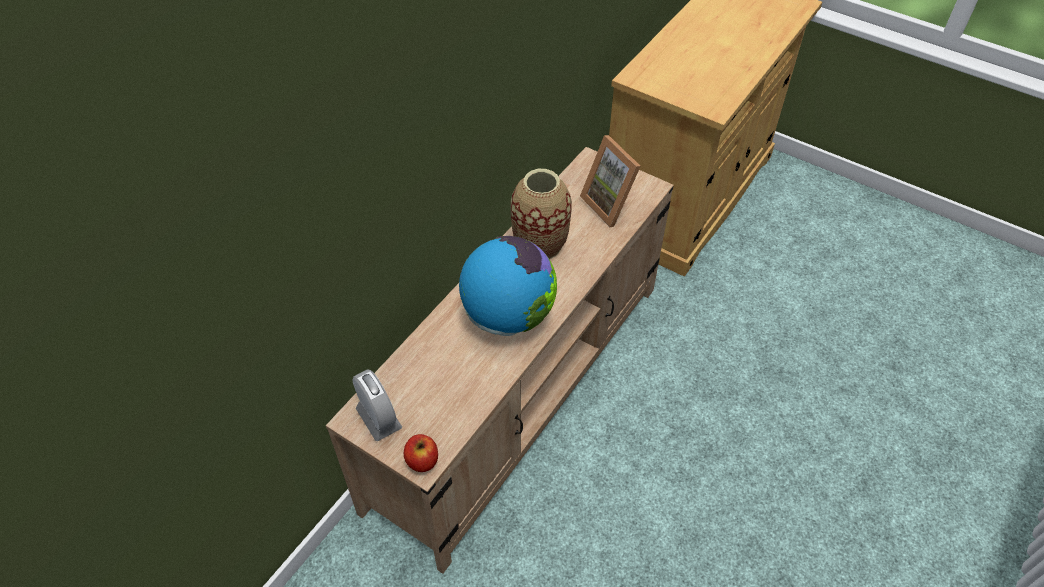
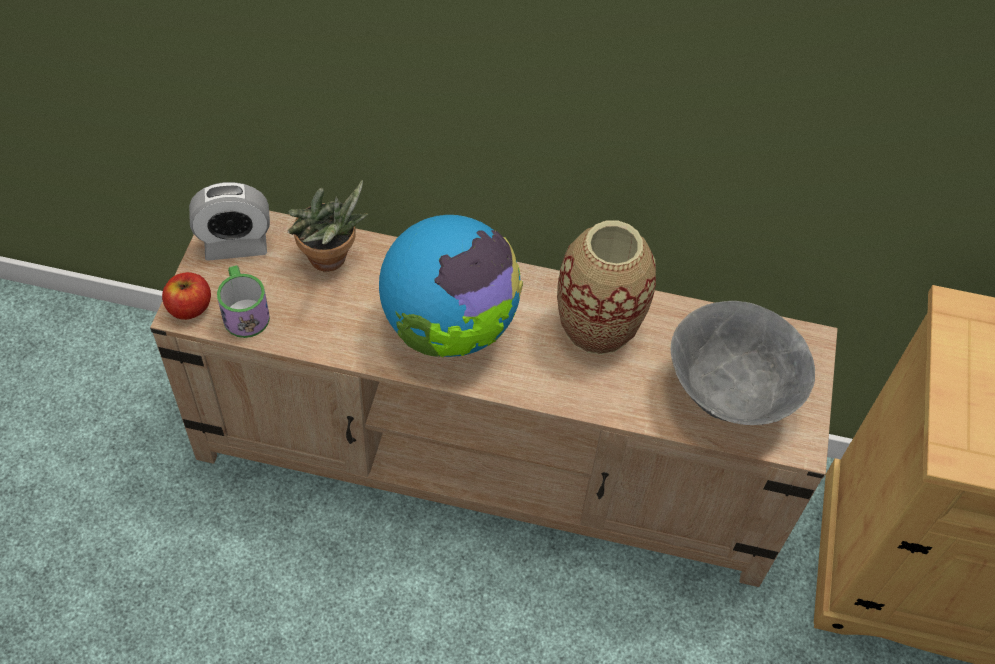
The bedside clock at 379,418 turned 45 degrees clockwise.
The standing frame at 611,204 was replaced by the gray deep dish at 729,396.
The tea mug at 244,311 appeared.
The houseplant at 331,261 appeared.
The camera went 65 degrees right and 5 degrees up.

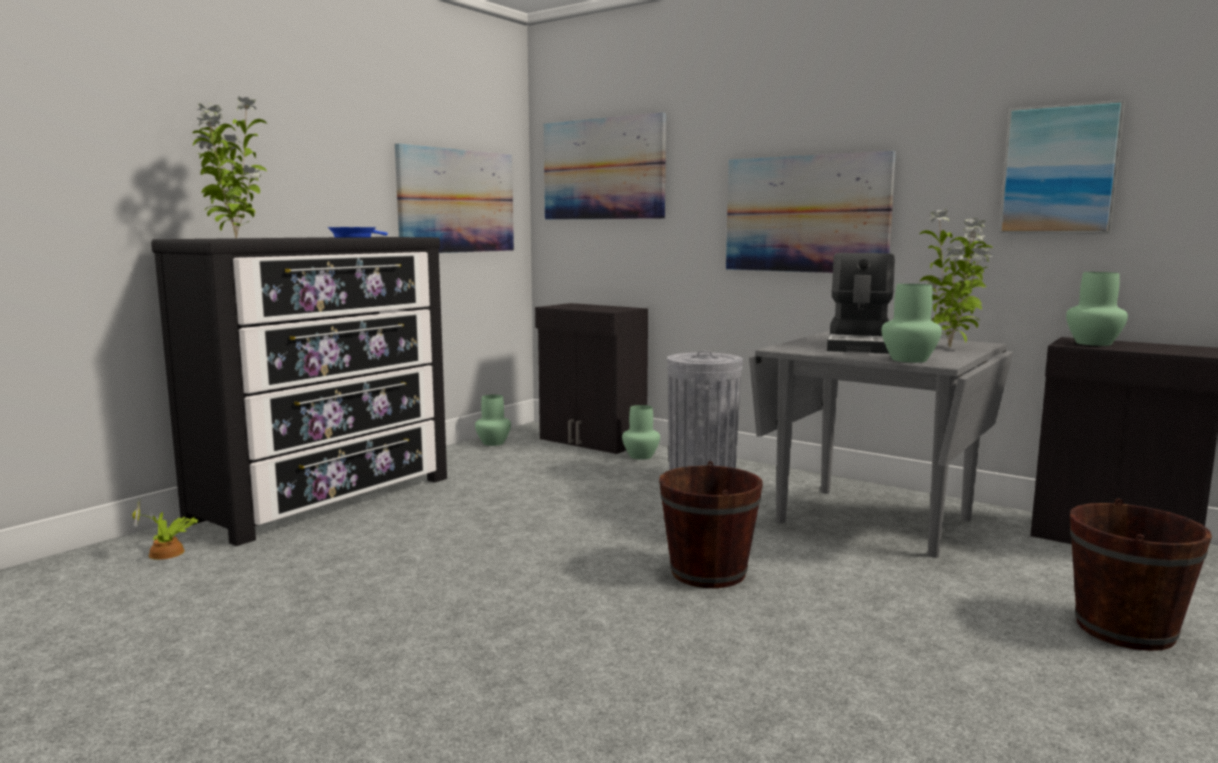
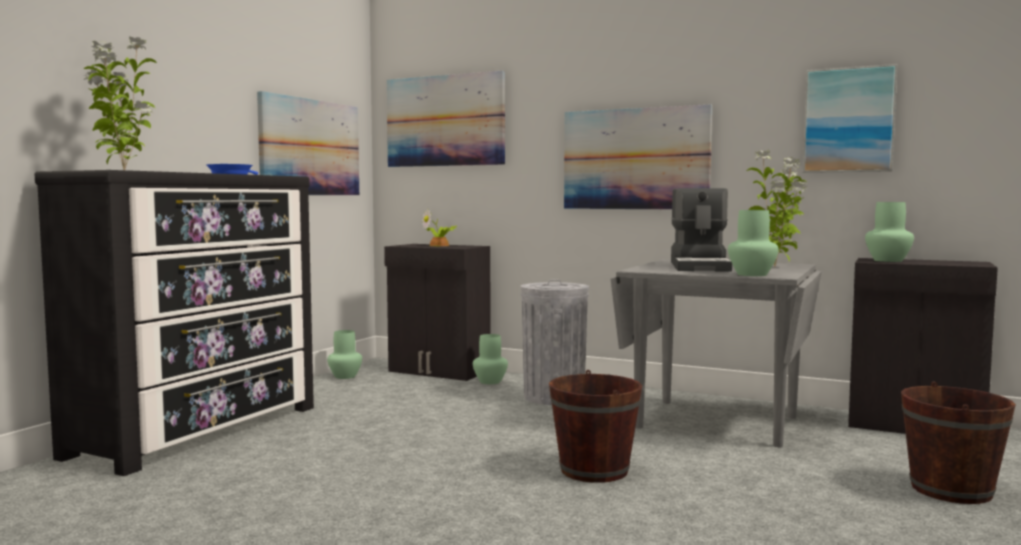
The houseplant moved from 168,553 to 440,245.
The camera went 10 degrees left and 5 degrees down.

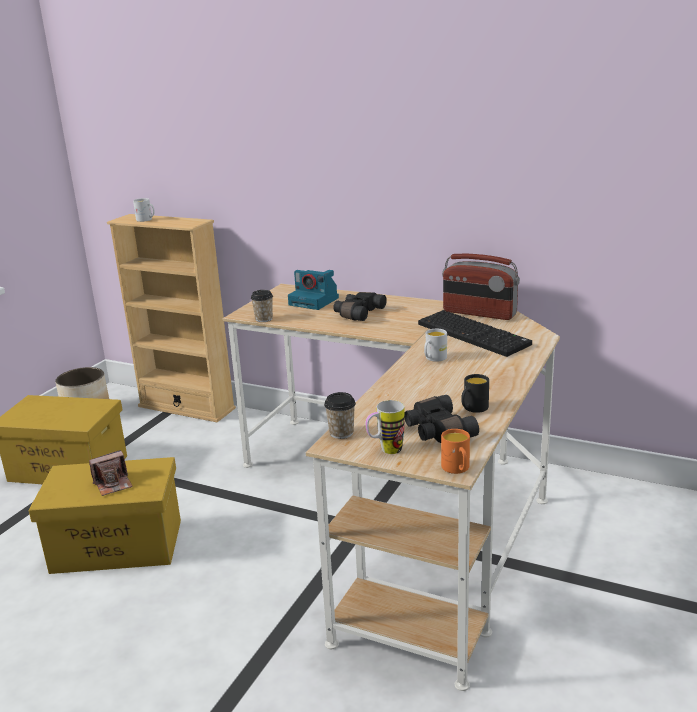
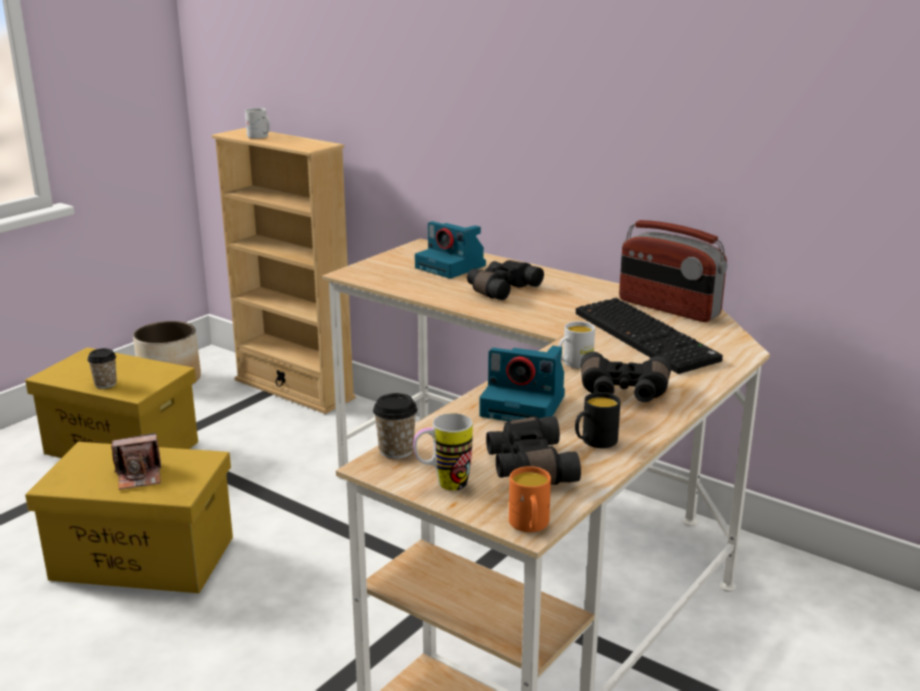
The drinking cup moved from 264,319 to 105,384.
The still camera at 525,406 appeared.
The blackish pair of binoculars at 623,392 appeared.
The camera went 10 degrees right and 0 degrees up.

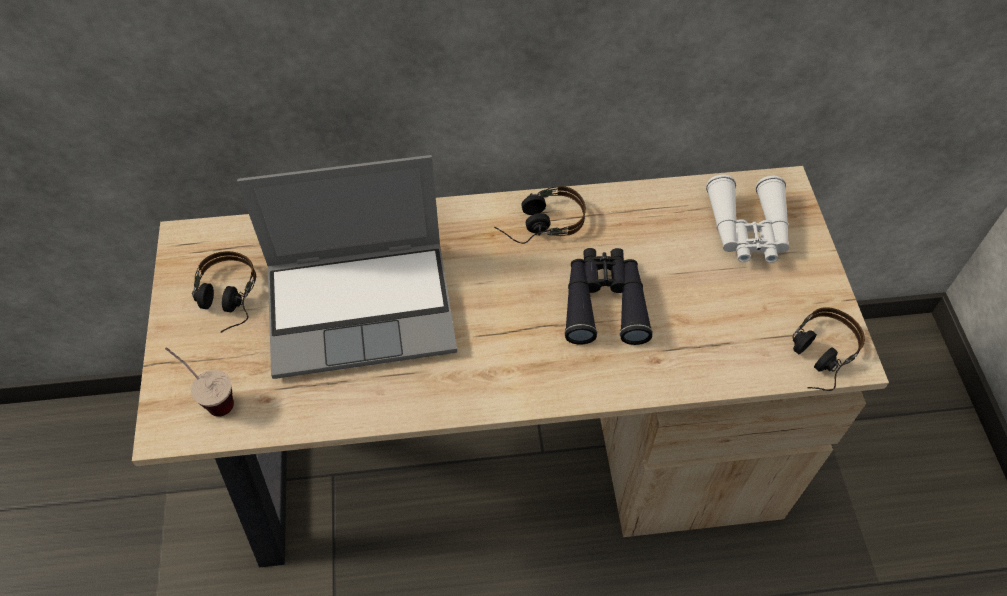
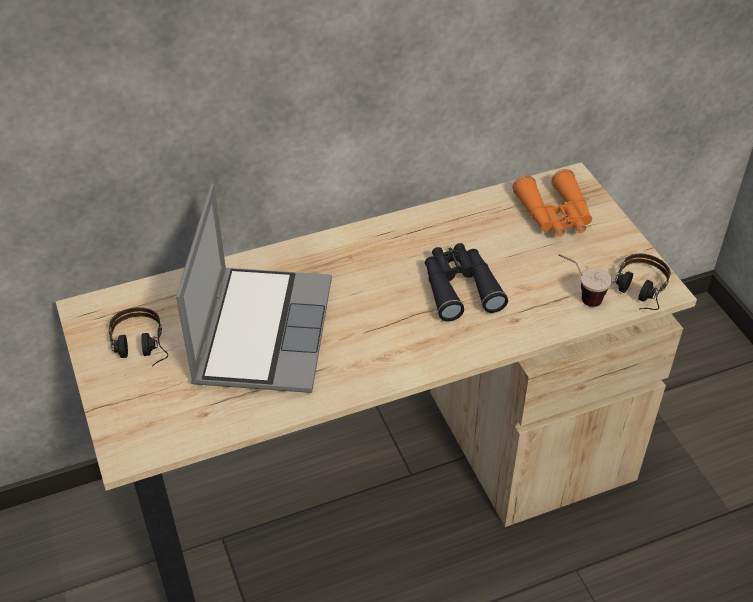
The drinking cup moved from 209,397 to 579,297.
The laptop at 363,307 turned 60 degrees counterclockwise.
The headphones at 538,224 disappeared.
The white-coloured pair of binoculars at 748,230 became the orange-coloured pair of binoculars at 555,215.
The camera went 15 degrees left and 10 degrees down.

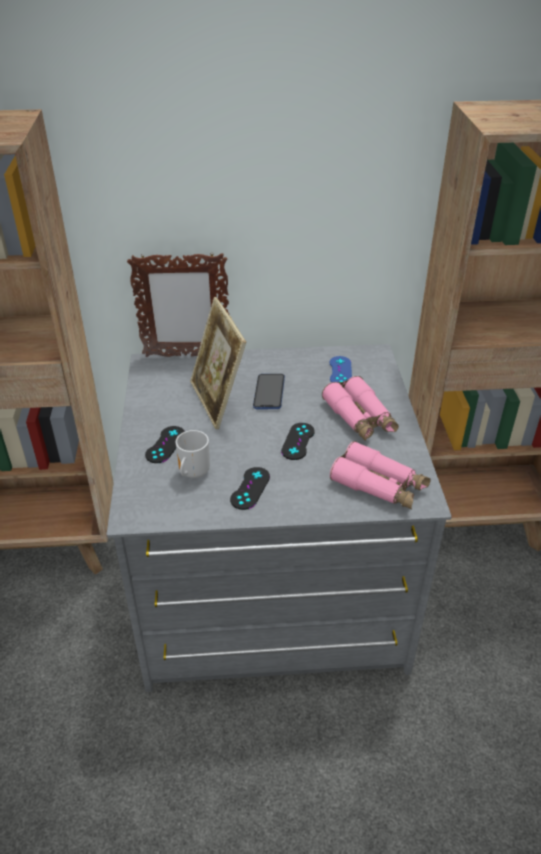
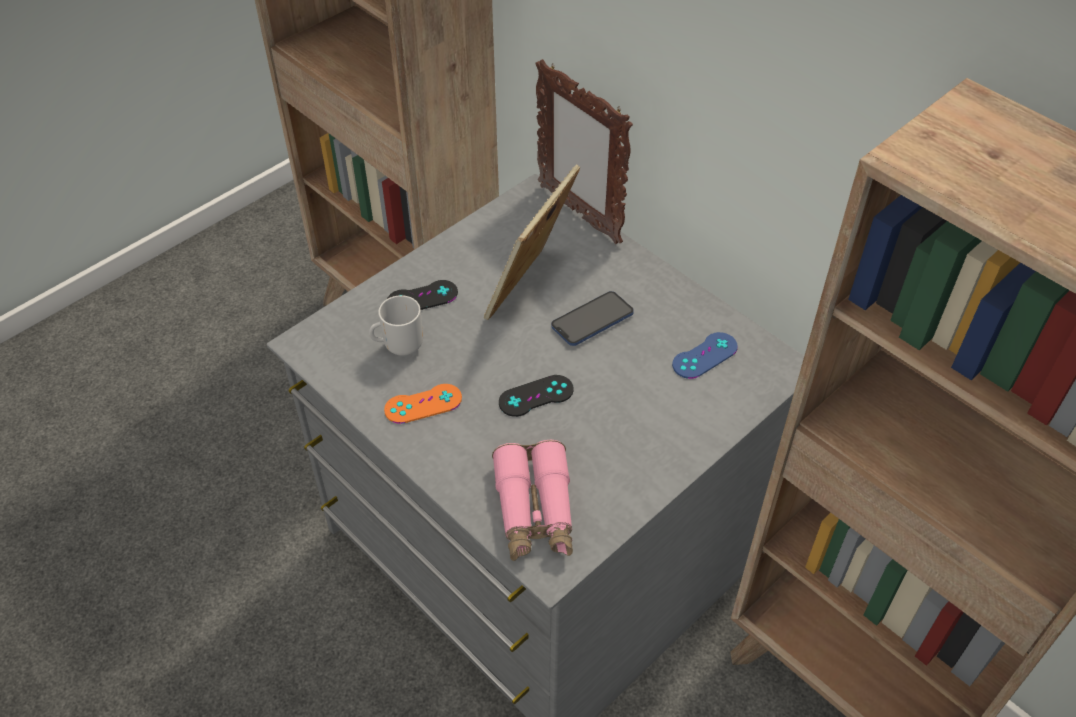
The blackish joypad at 250,488 became the orange-coloured joypad at 423,404.
The pinkish pair of binoculars at 360,418 disappeared.
The camera went 50 degrees right and 10 degrees up.

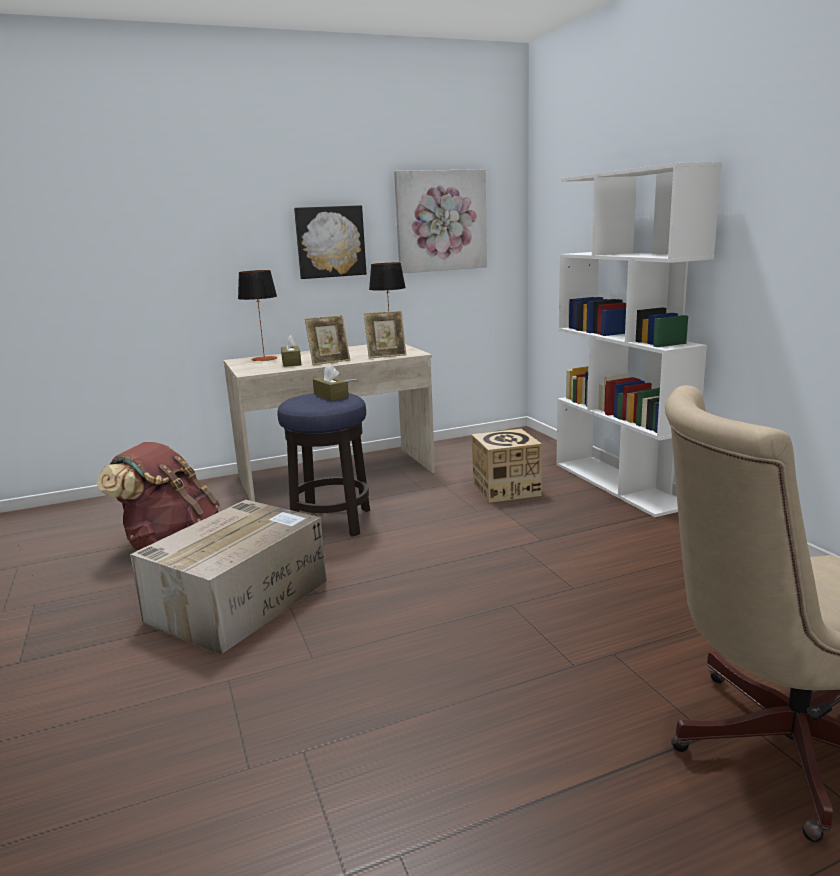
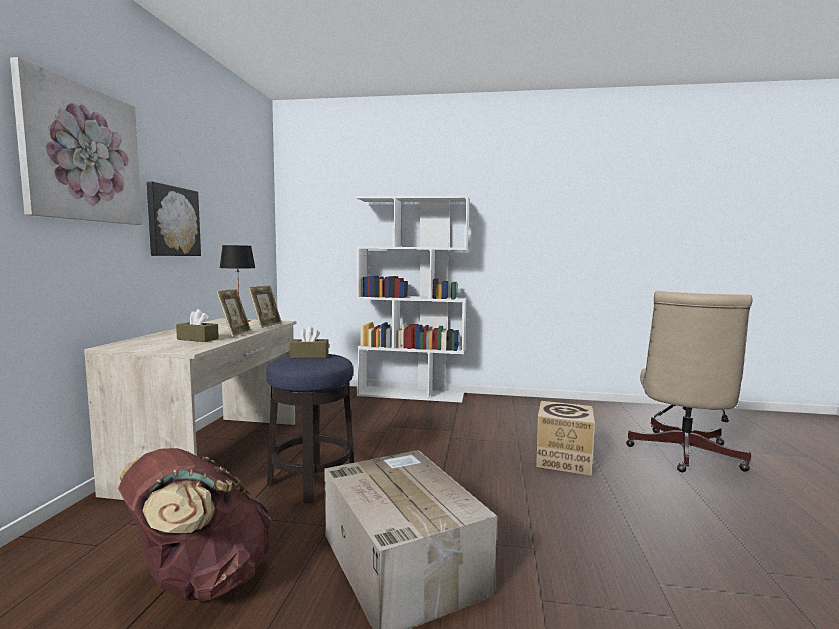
The table lamp at 264,359 disappeared.
The wall picture moved from 440,221 to 81,154.
The packing box moved from 505,489 to 563,460.
The camera went 60 degrees left and 10 degrees down.

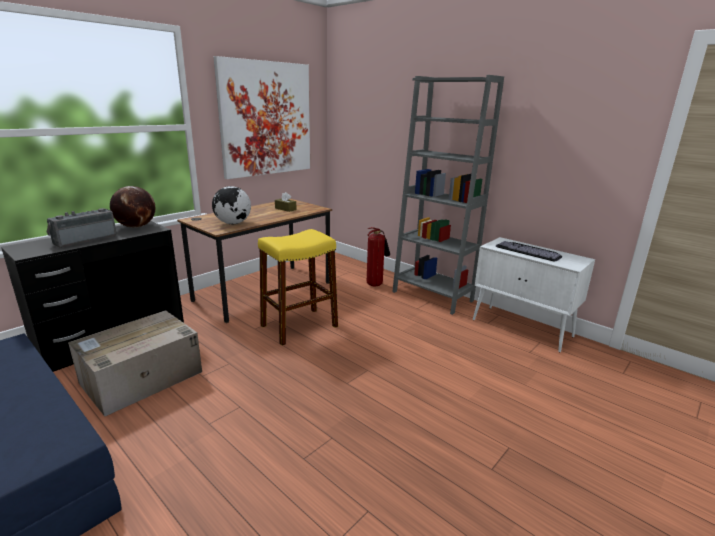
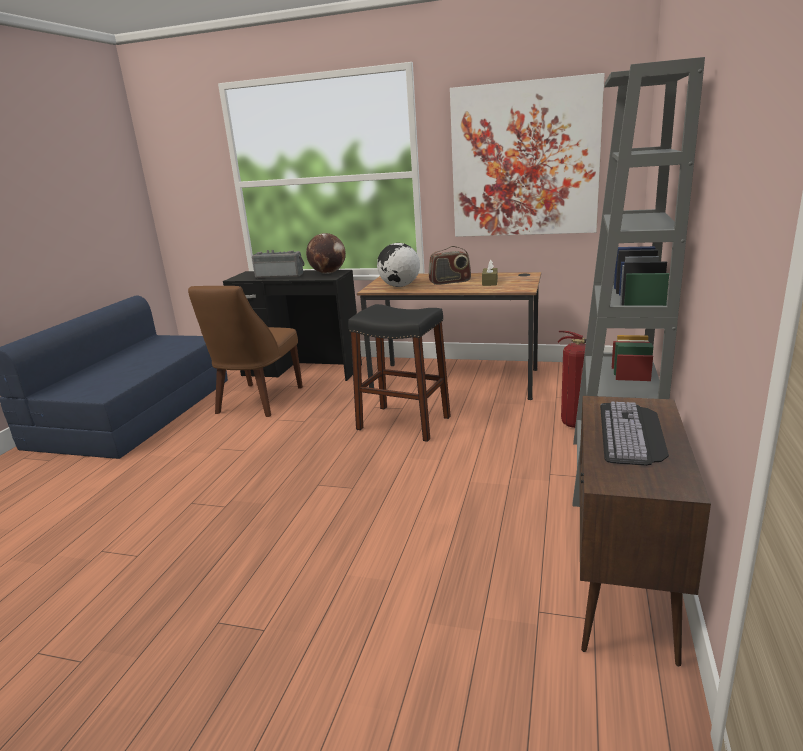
The packing box at 140,378 was replaced by the brownish upright chair at 257,402.
The yellow-coloured sitting stool at 299,326 became the blackish sitting stool at 403,423.
The white-coloured storage cabinet at 522,328 became the brownish storage cabinet at 623,588.
The radio receiver at 450,282 appeared.
The camera went 65 degrees right and 0 degrees up.

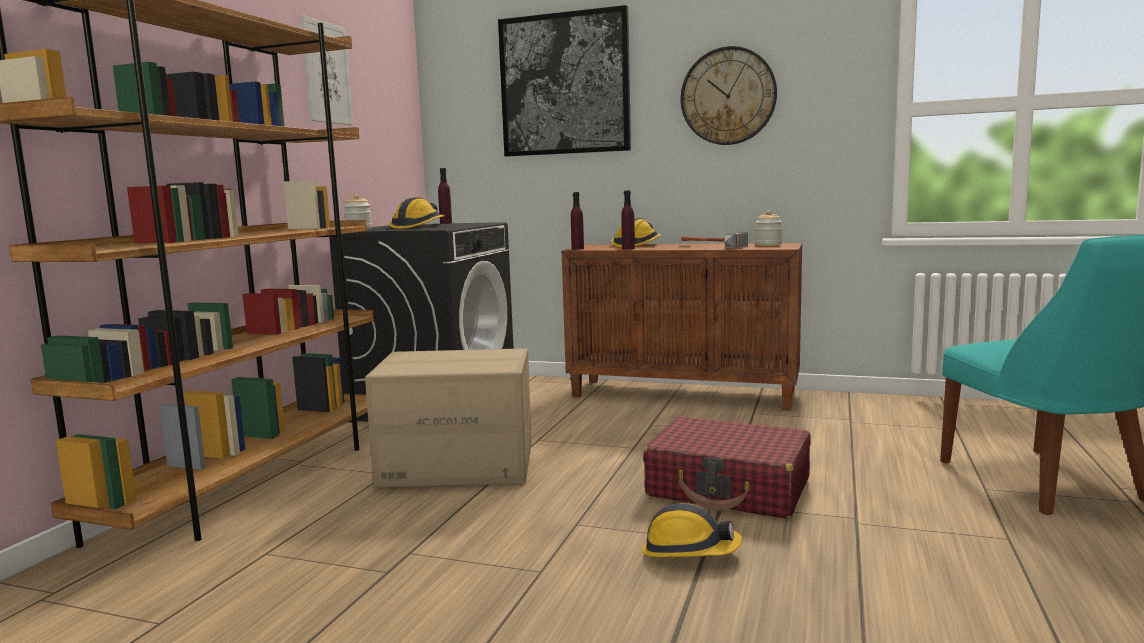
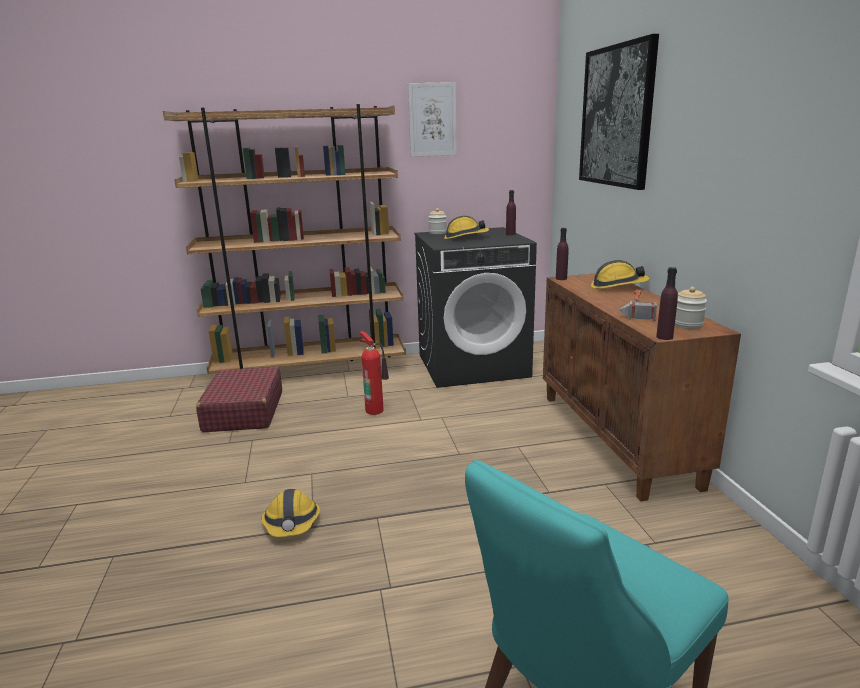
The packing box at 458,465 was replaced by the extinguisher at 375,409.
The purple-coloured drink bottle moved from 628,249 to 664,337.
The red-coloured piece of luggage moved from 729,488 to 244,411.
The wall clock at 728,96 disappeared.
The camera went 60 degrees right and 10 degrees up.

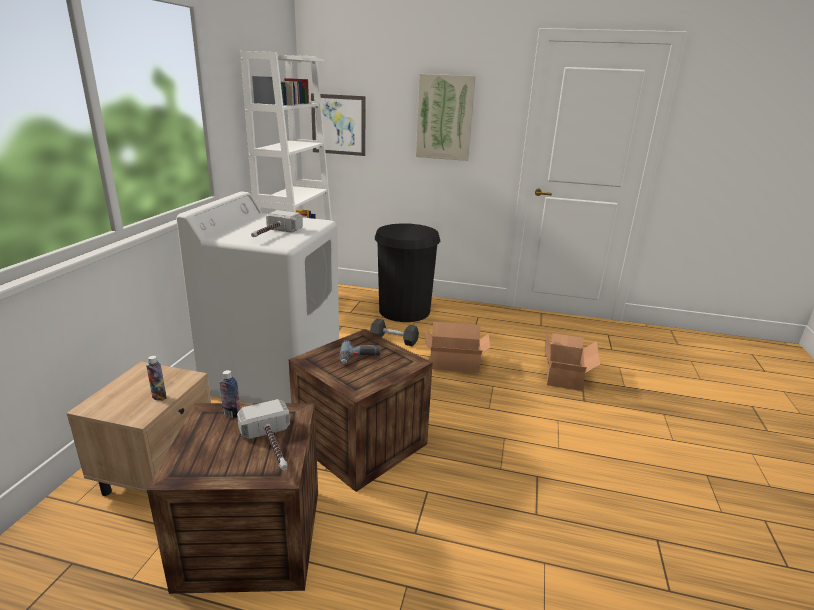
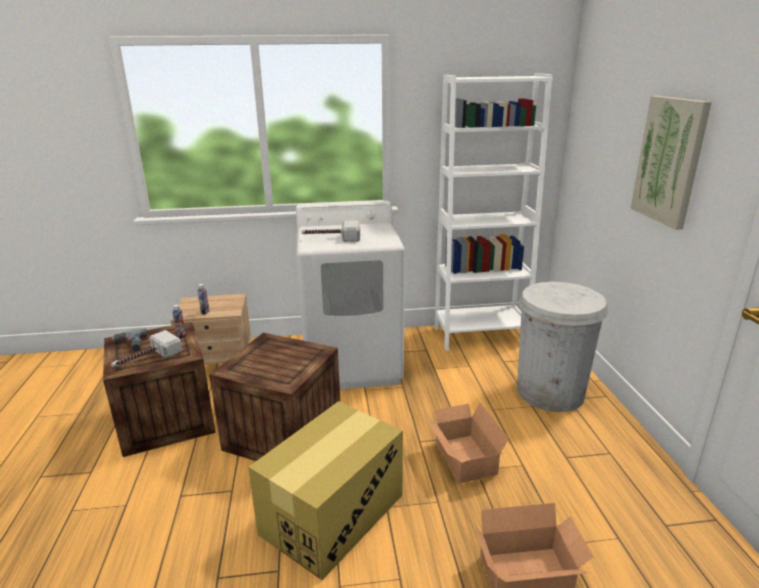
The wall picture at 338,125 disappeared.
The electric drill moved from 359,358 to 130,345.
The blackish hand weight at 394,340 disappeared.
The blackish trash can at 404,311 became the white-coloured trash can at 550,392.
The packing box at 332,514 appeared.
The camera went 70 degrees right and 0 degrees up.

